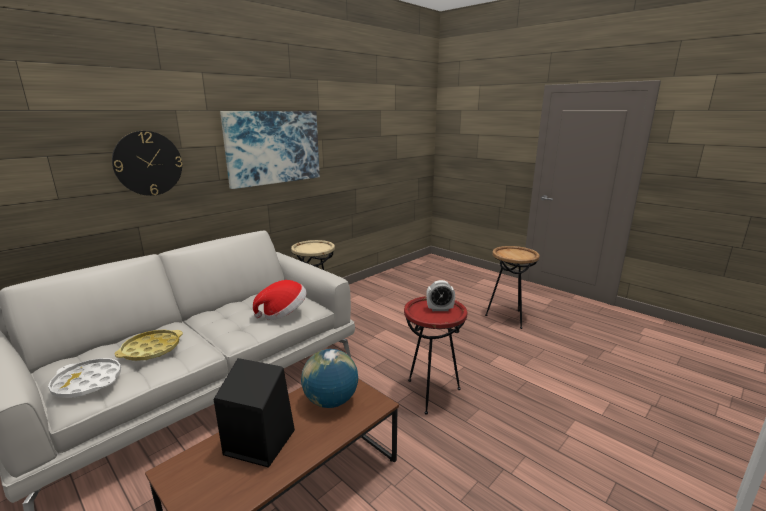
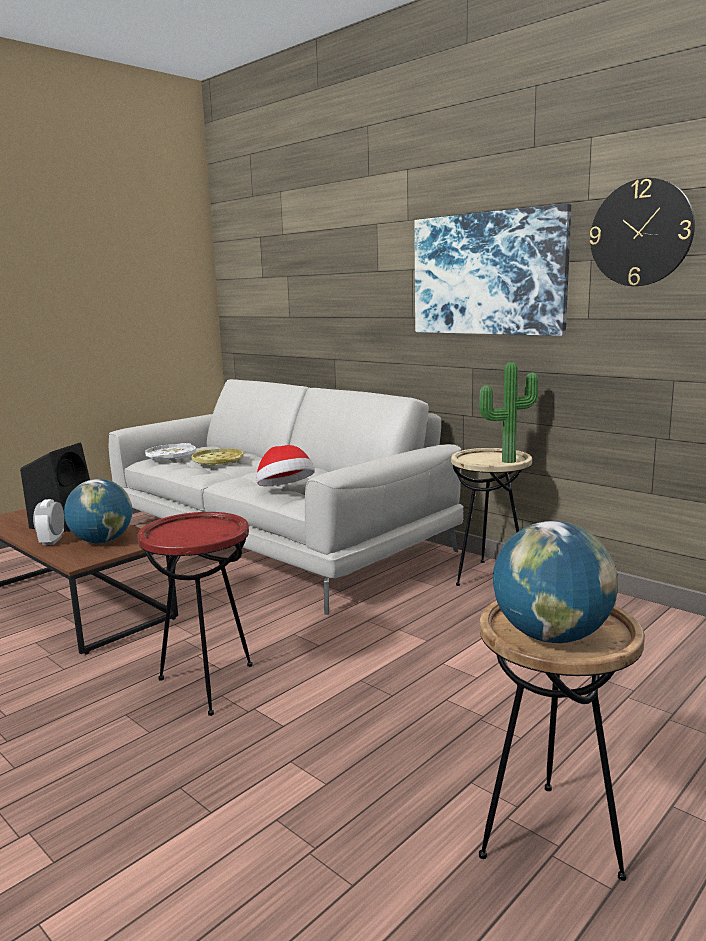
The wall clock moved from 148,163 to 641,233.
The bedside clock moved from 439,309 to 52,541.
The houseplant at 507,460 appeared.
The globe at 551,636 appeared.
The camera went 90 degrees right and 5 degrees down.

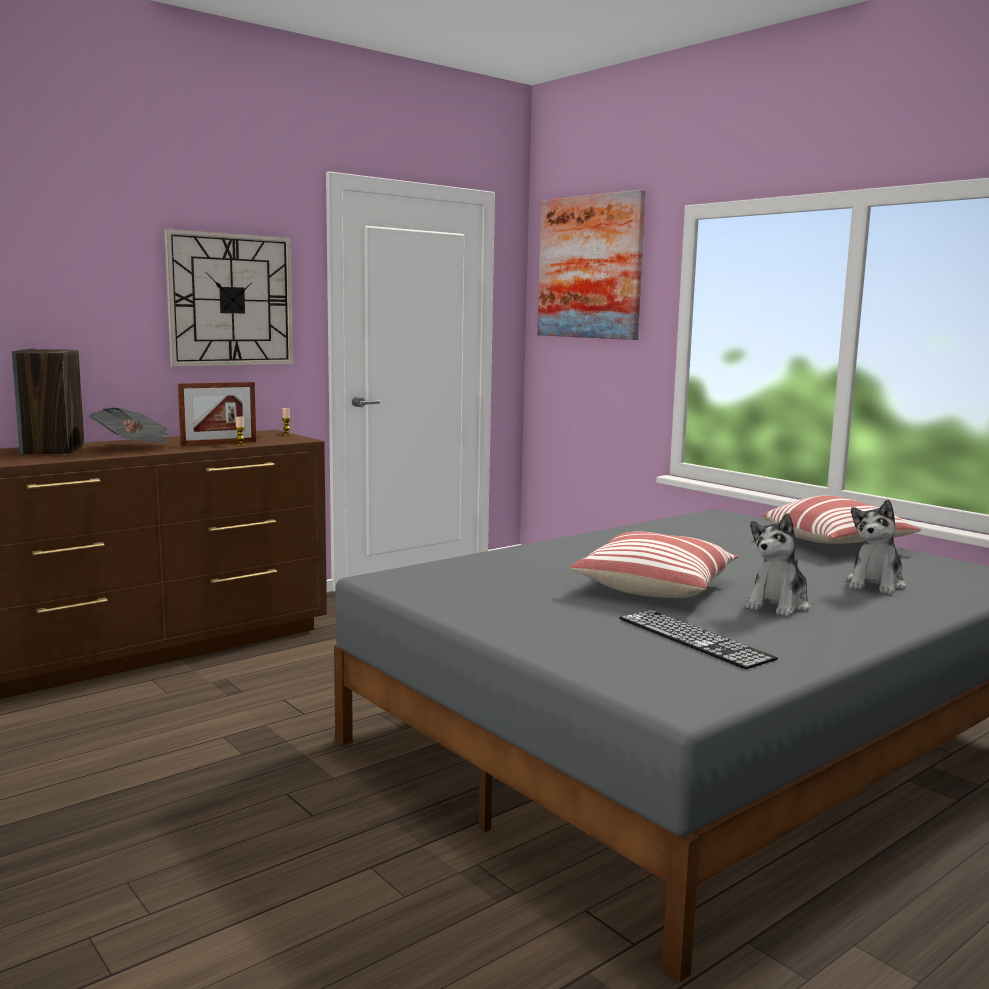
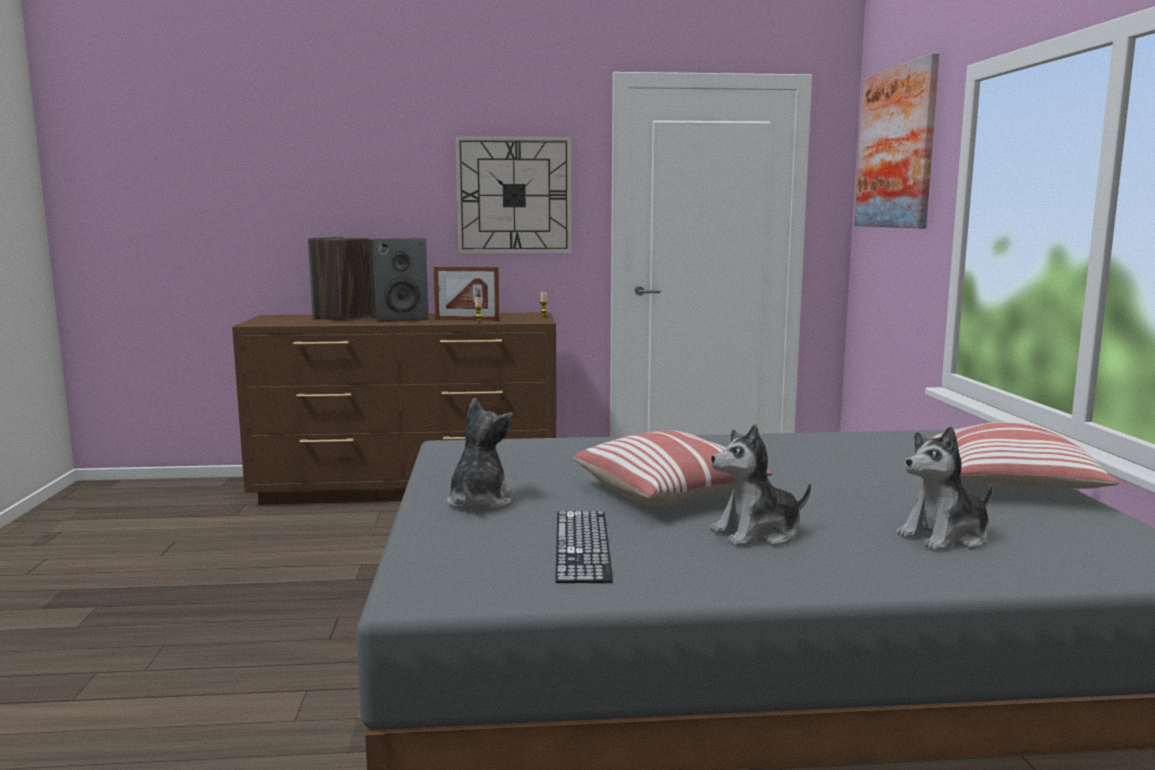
The printed paper at 135,447 was replaced by the speaker at 399,319.
The soft toy at 479,501 appeared.
The camera went 35 degrees right and 0 degrees up.

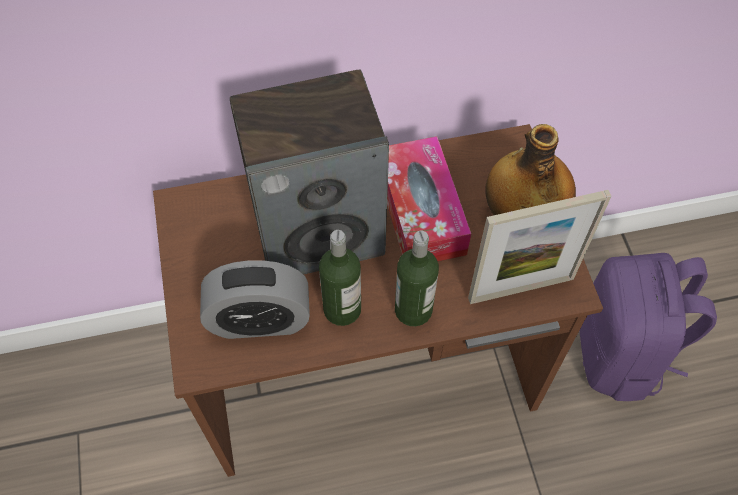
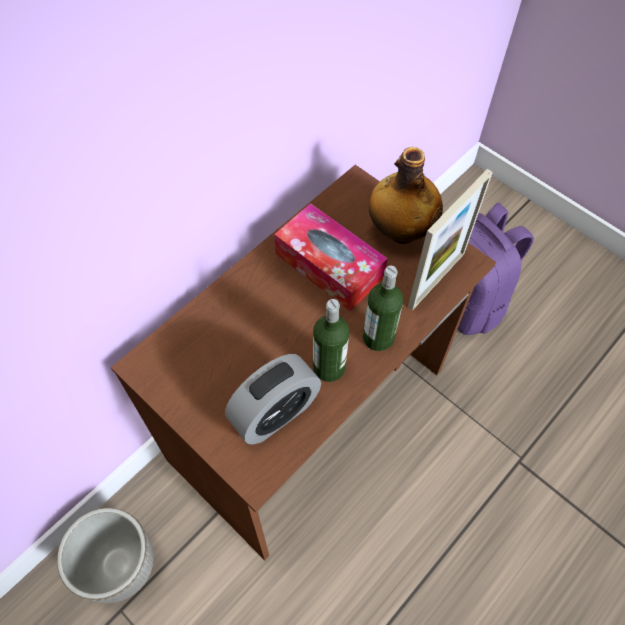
The speaker at 319,233 disappeared.
The flower pot at 121,565 appeared.
The camera went 35 degrees left and 0 degrees up.

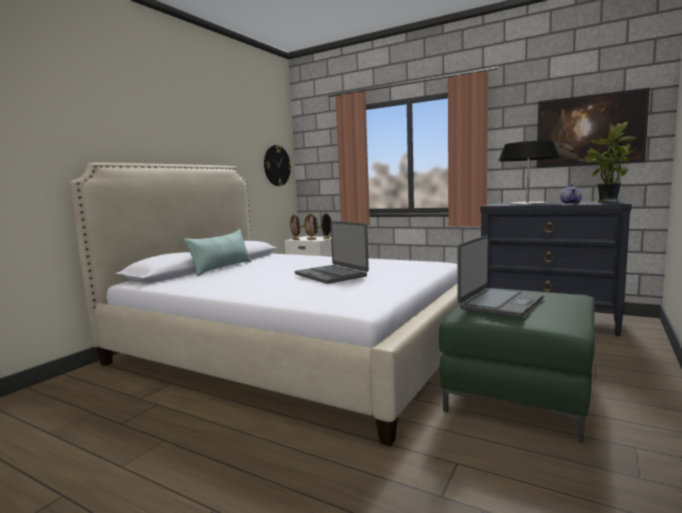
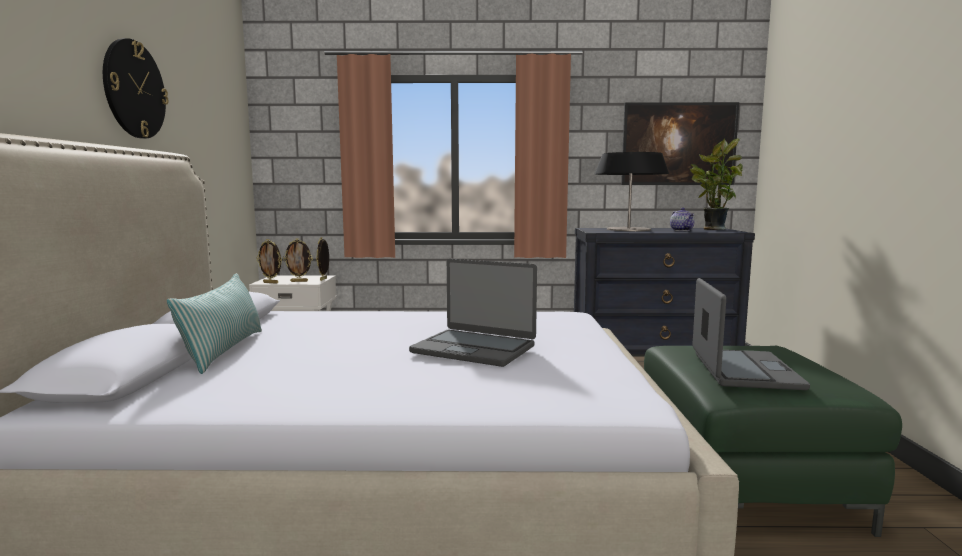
The wall clock moved from 277,165 to 134,89.
The camera went 30 degrees left and 0 degrees up.

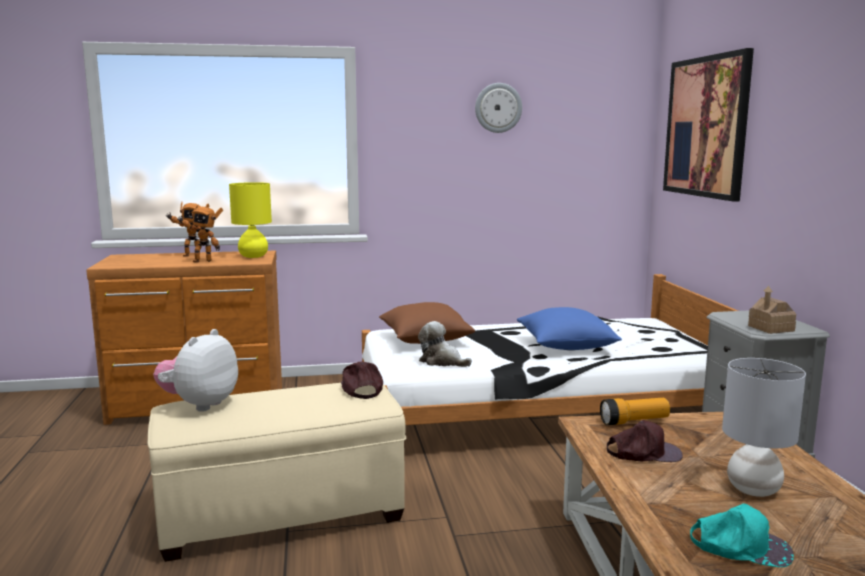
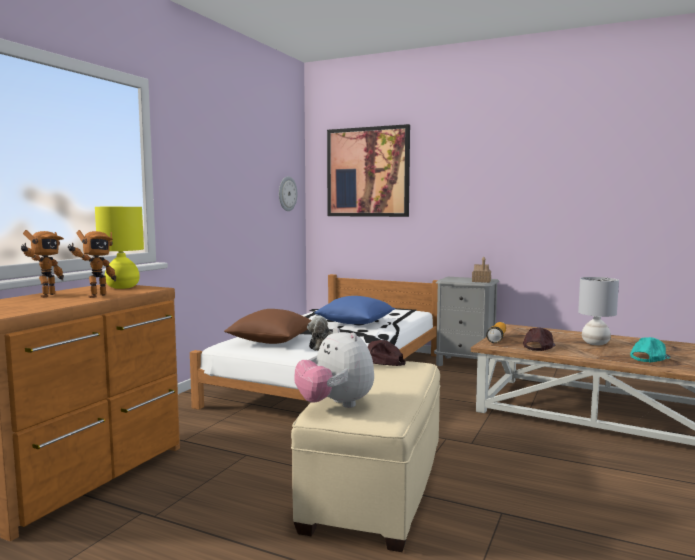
The wall clock moved from 498,108 to 287,193.
The camera went 55 degrees left and 5 degrees down.

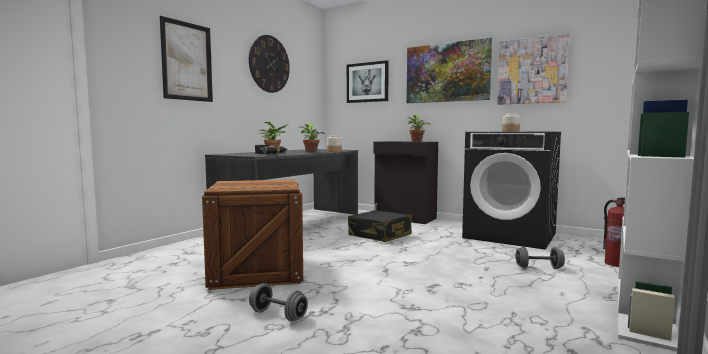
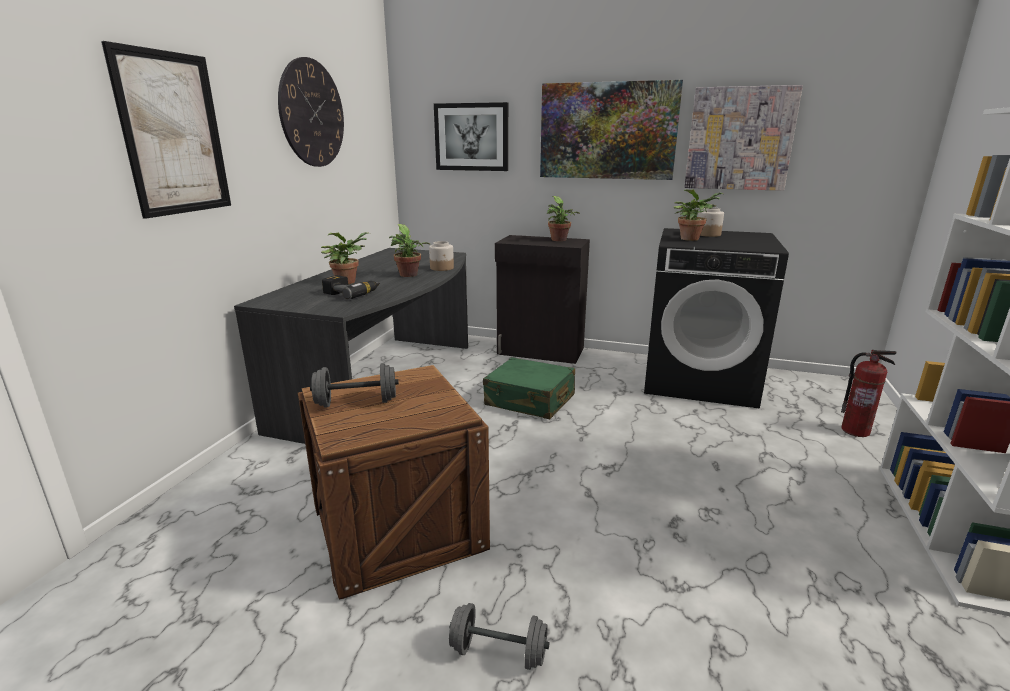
The blackish piece of luggage at 379,235 became the green piece of luggage at 530,400.
The gray hand weight moved from 539,268 to 356,402.
The houseplant at 691,239 appeared.
The camera went 15 degrees left and 15 degrees up.

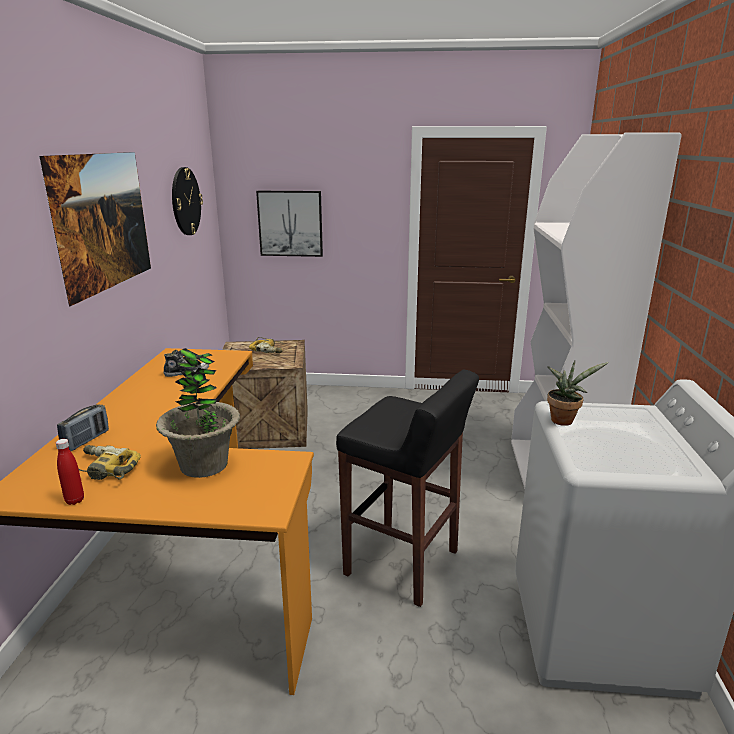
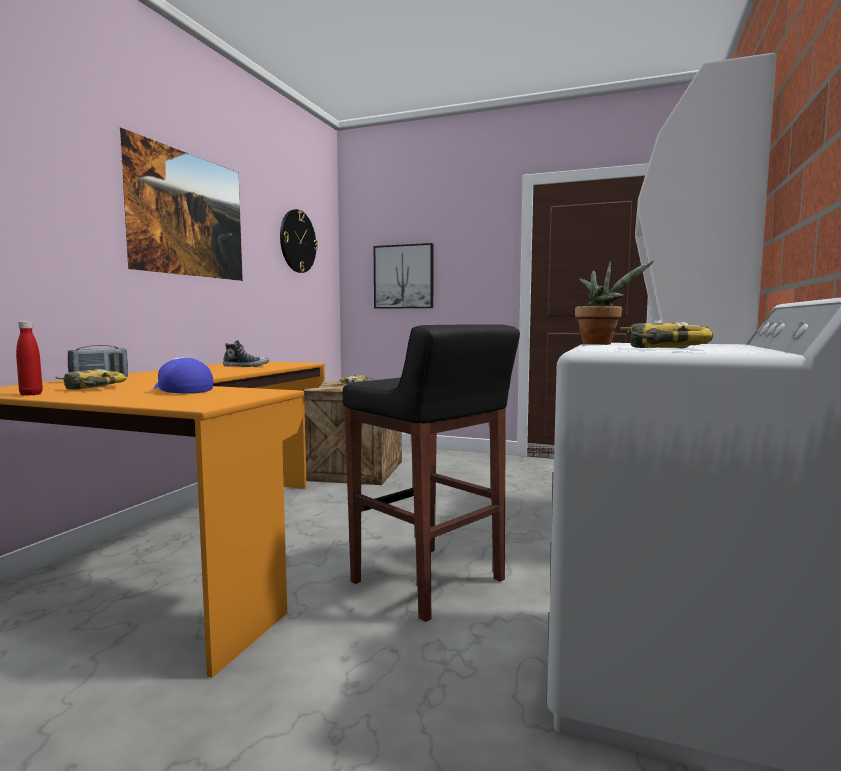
The houseplant at 204,465 was replaced by the peaked cap at 181,389.
The electric drill at 662,347 appeared.
The camera went 15 degrees right and 15 degrees down.

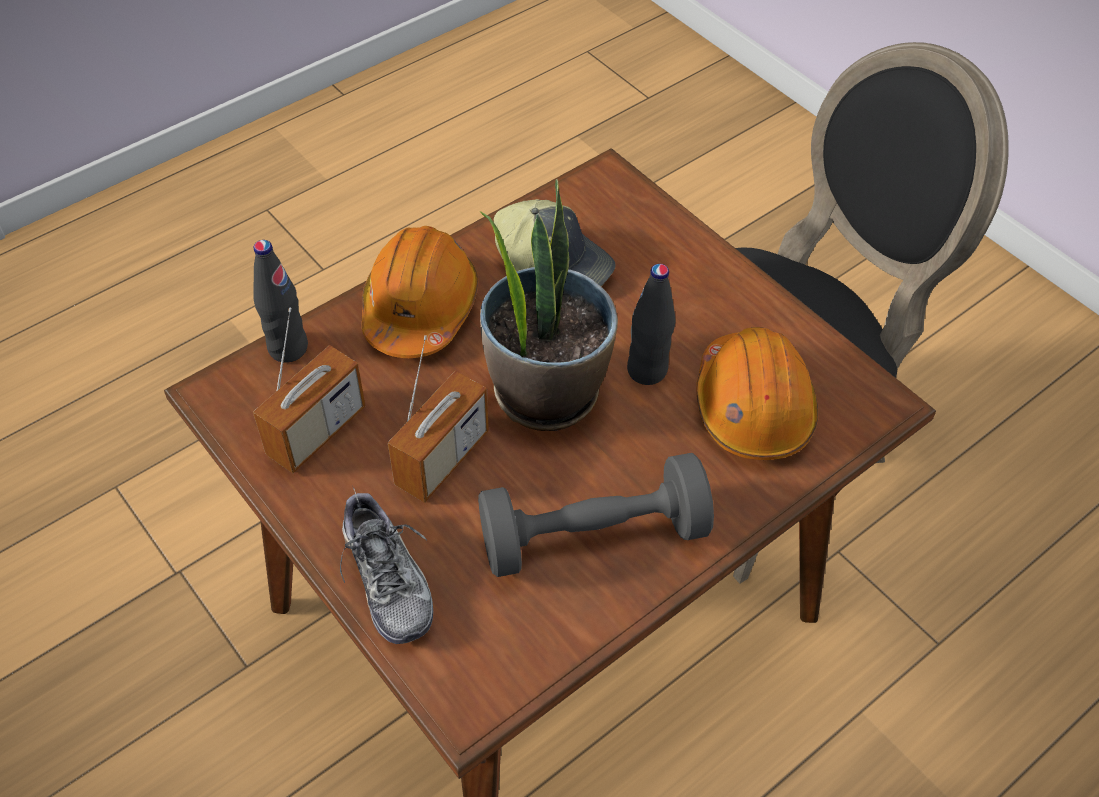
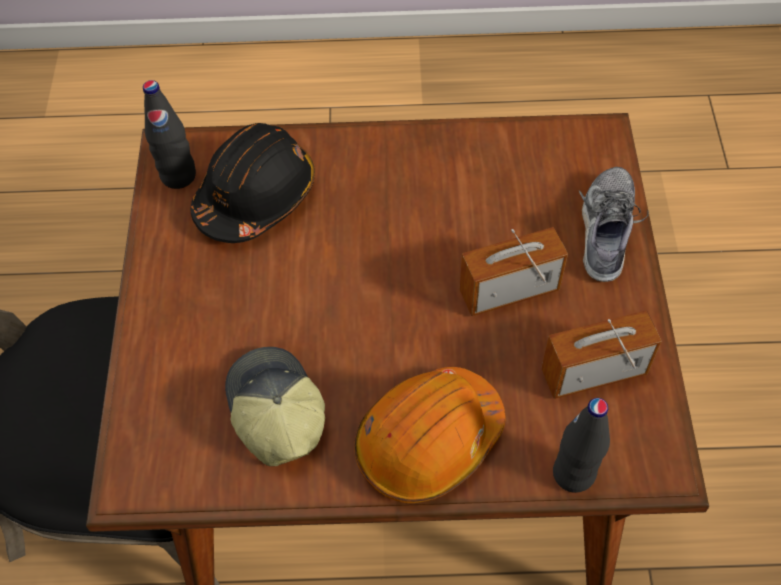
The gray hand weight at 593,536 disappeared.
The houseplant at 545,391 disappeared.
The blackish drink bottle moved from 647,370 to 178,176.
The orange-coloured safety helmet at 752,407 became the blackish safety helmet at 256,196.
The camera went 140 degrees left and 5 degrees up.

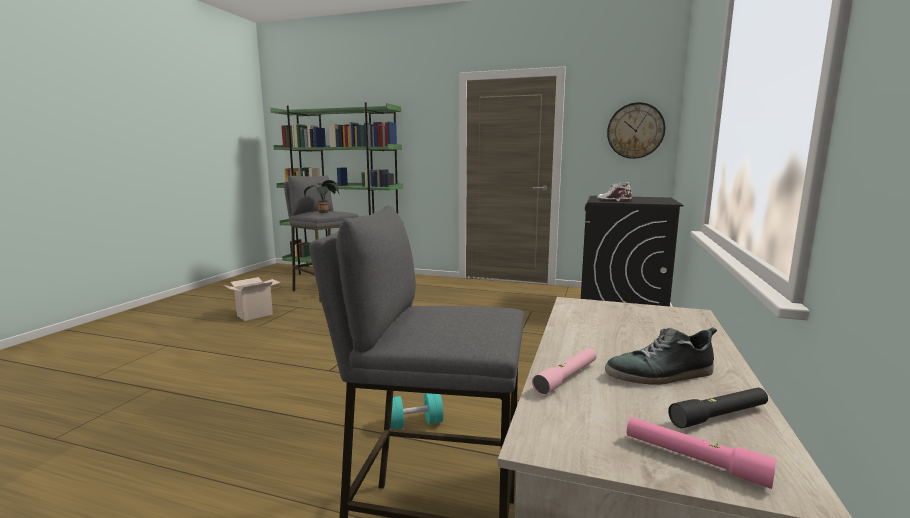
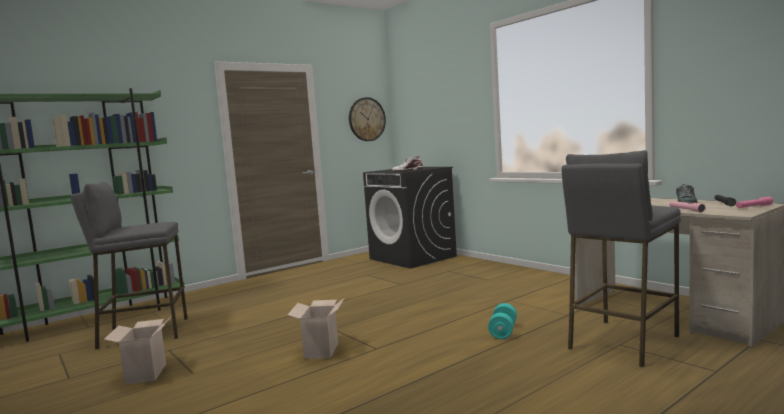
The houseplant at 324,213 disappeared.
The packing box at 320,350 appeared.
The camera went 55 degrees left and 5 degrees down.

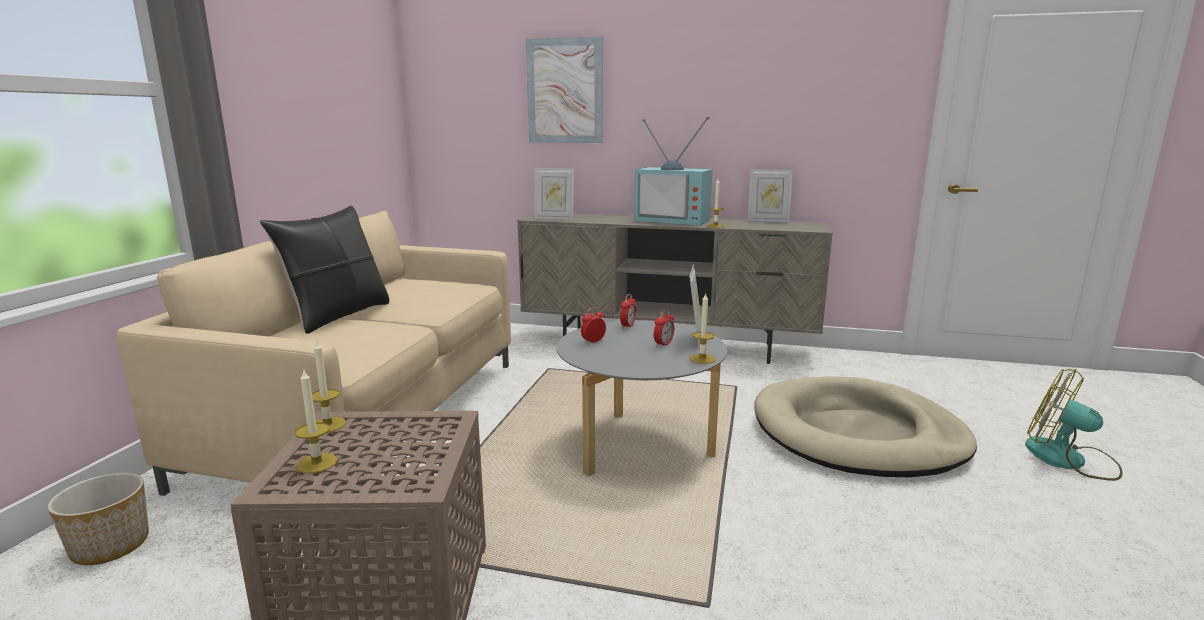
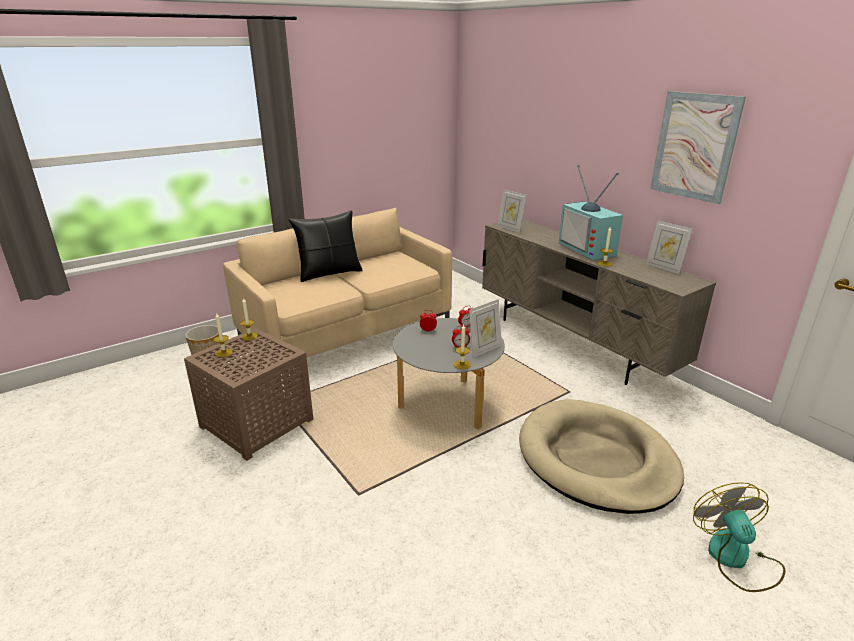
The wall picture moved from 565,91 to 694,146.
The camera went 40 degrees right and 10 degrees up.

